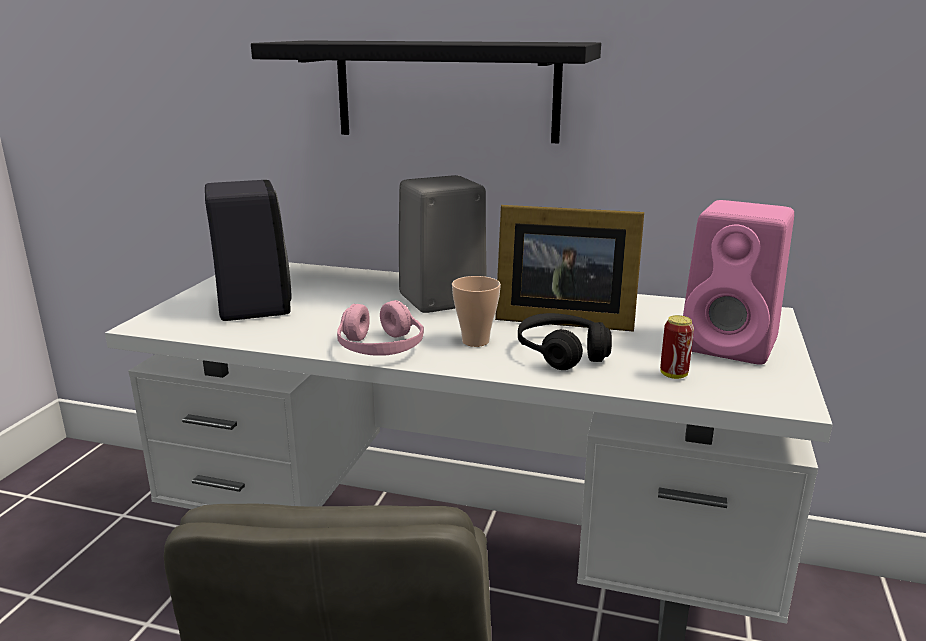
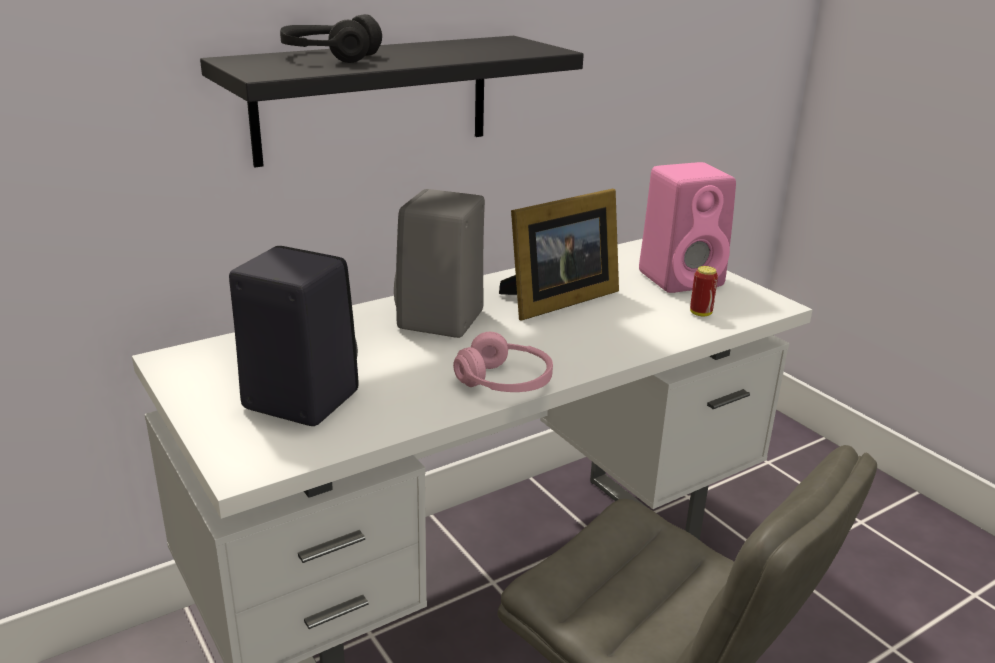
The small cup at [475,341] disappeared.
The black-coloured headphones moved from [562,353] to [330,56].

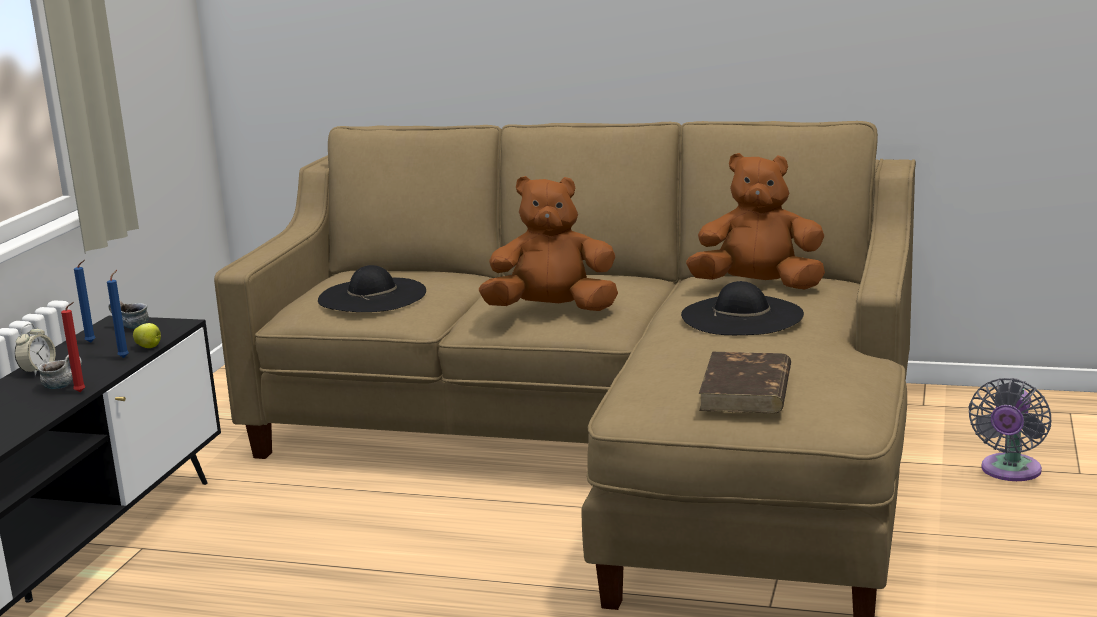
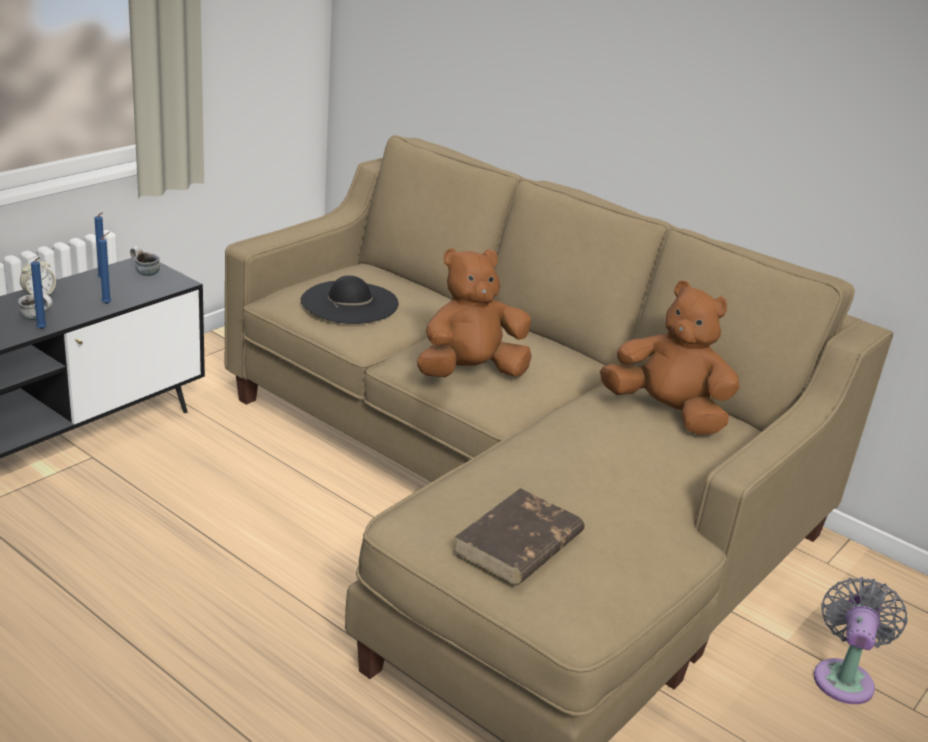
The brown cuddly toy at [552,310] turned 45 degrees counterclockwise.
The black-coloured clothing hat at [742,315] disappeared.
The red-coloured wax candle at [82,392] became the blue wax candle at [42,329].
The apple at [150,347] disappeared.
The gray cooling fan at [1009,471] turned 150 degrees clockwise.

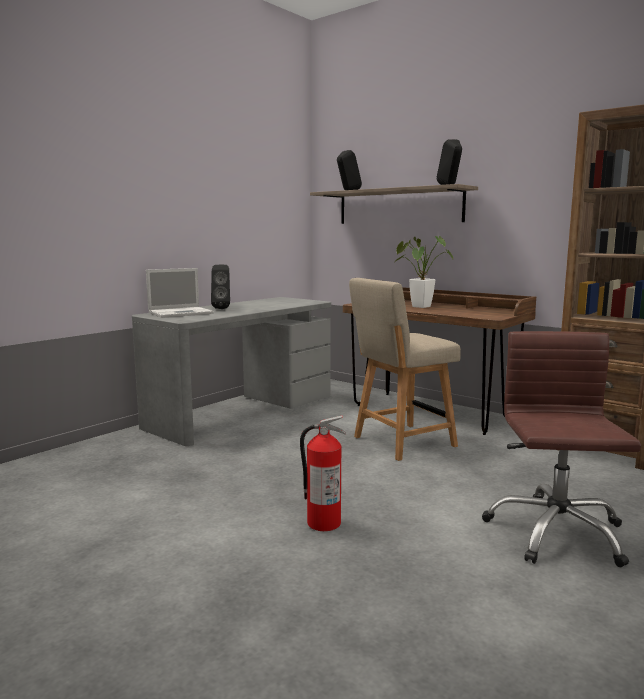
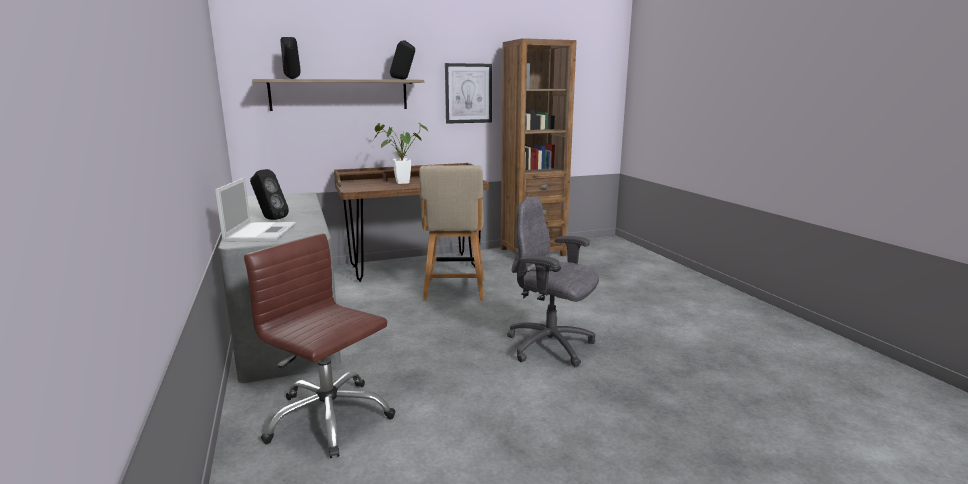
The brown office chair moved from [555,532] to [328,418].
The fire extinguisher at [323,523] was replaced by the gray office chair at [551,346].
The wall picture at [468,93] appeared.

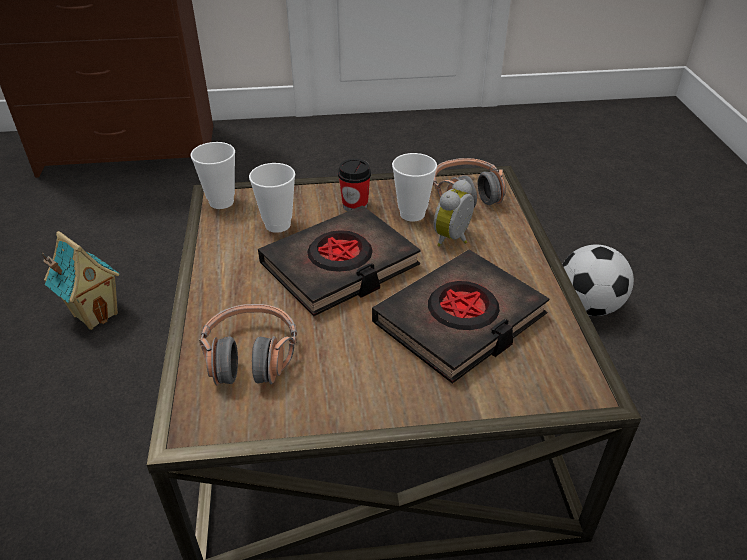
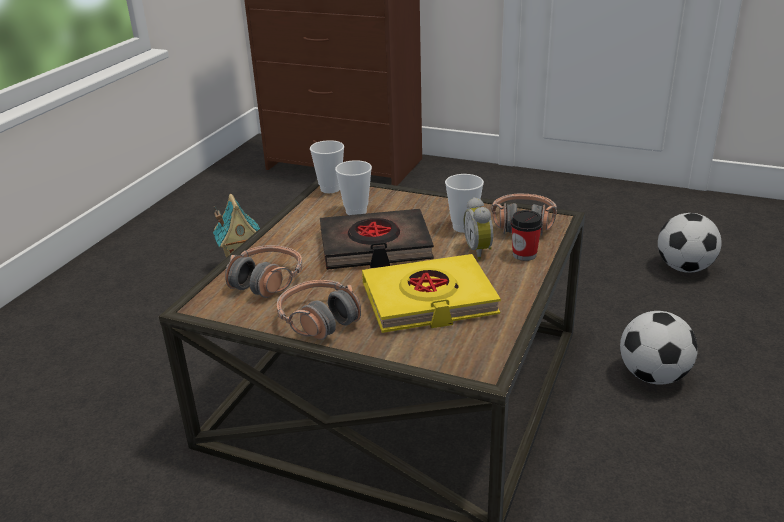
The small cup moved from [355,205] to [524,254].
The alarm clock at [454,239] turned 75 degrees counterclockwise.
The black-coloured bound book at [460,321] became the yellow-coloured bound book at [429,301].
The ball for football at [684,268] appeared.
The headphones at [319,319] appeared.

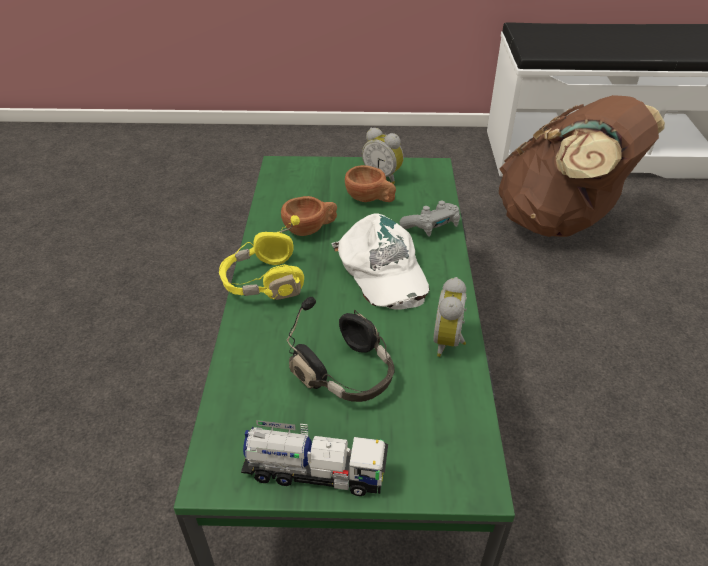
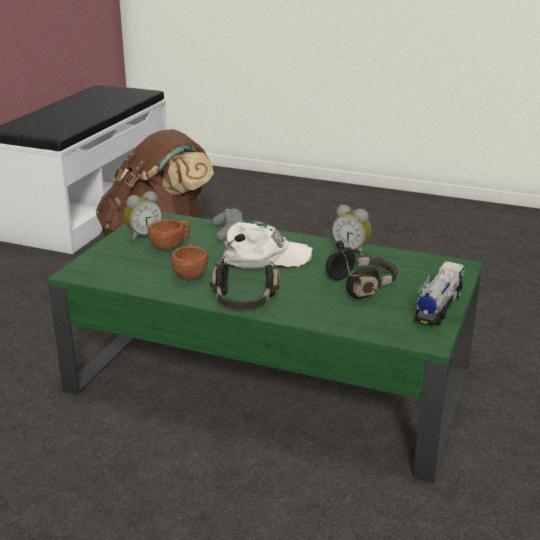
The yellow-coloured headphones at [264,282] became the black-coloured headphones at [244,301].

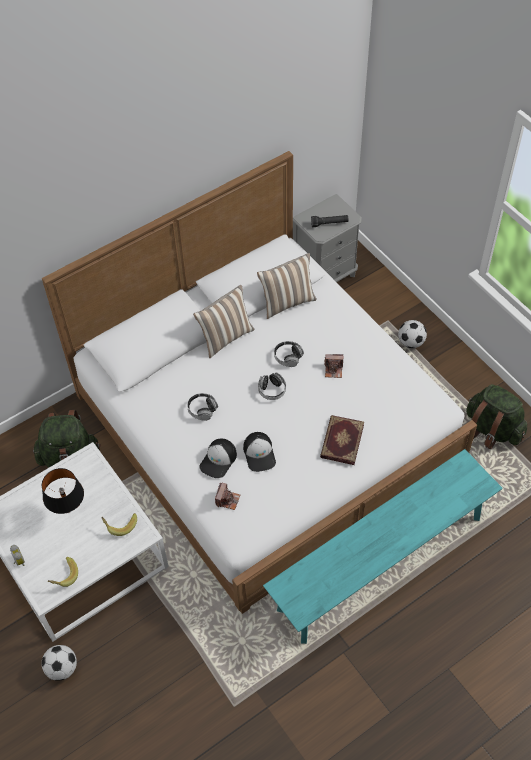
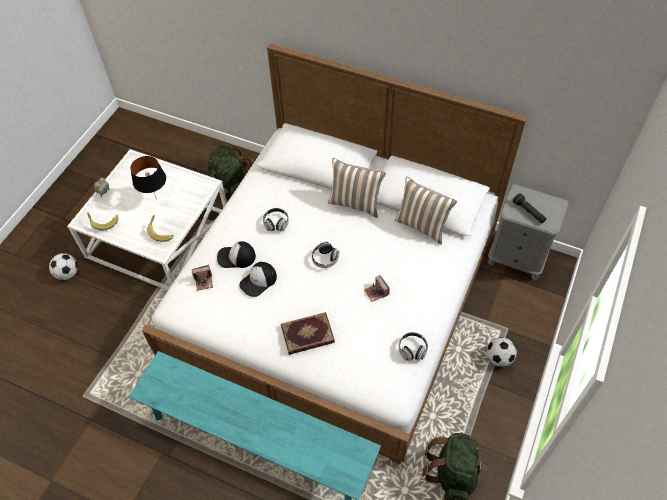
The headphones moved from [288,357] to [412,350].

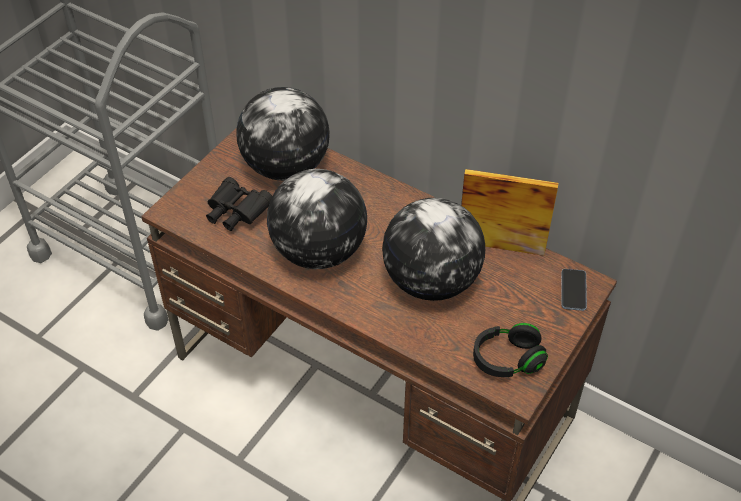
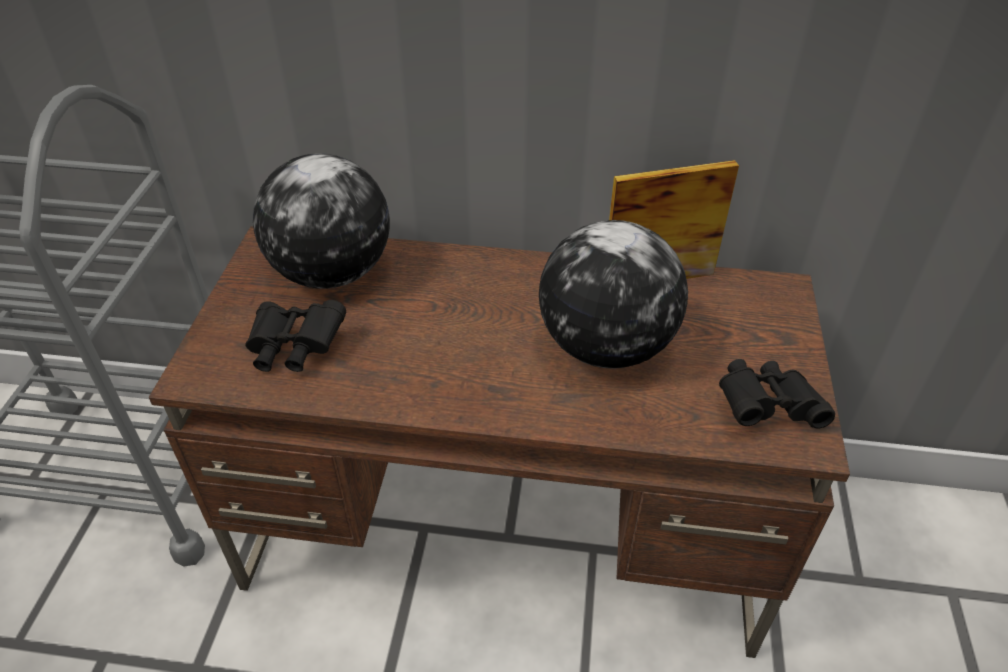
The desk globe at [318,252] disappeared.
The handset at [573,290] disappeared.
The black-coloured headphones at [507,359] was replaced by the black-coloured field glasses at [766,407].

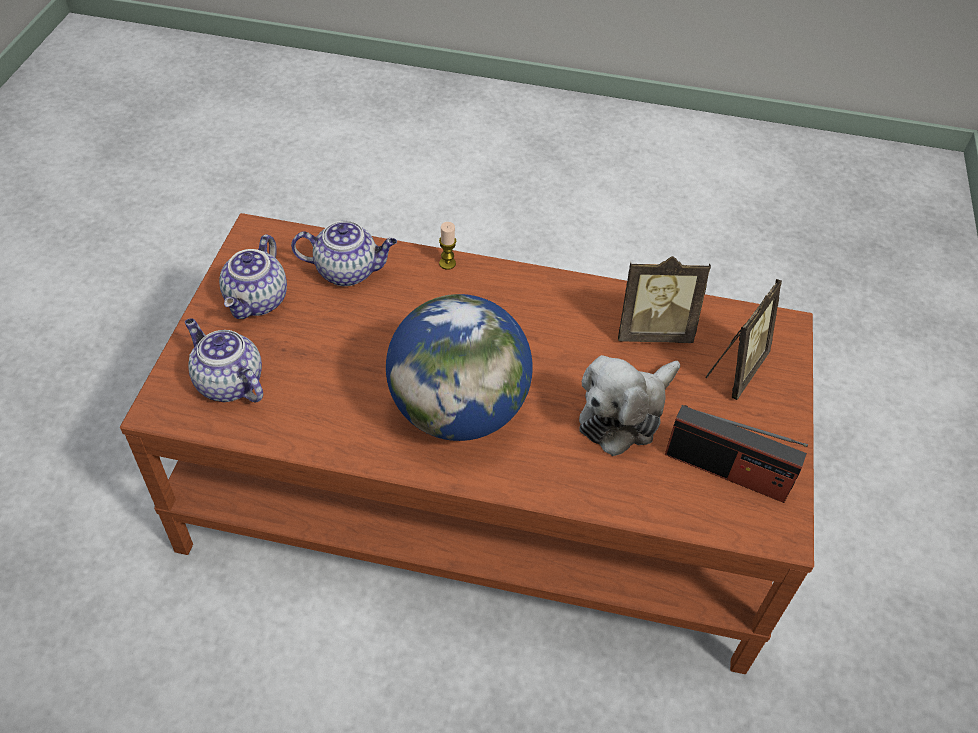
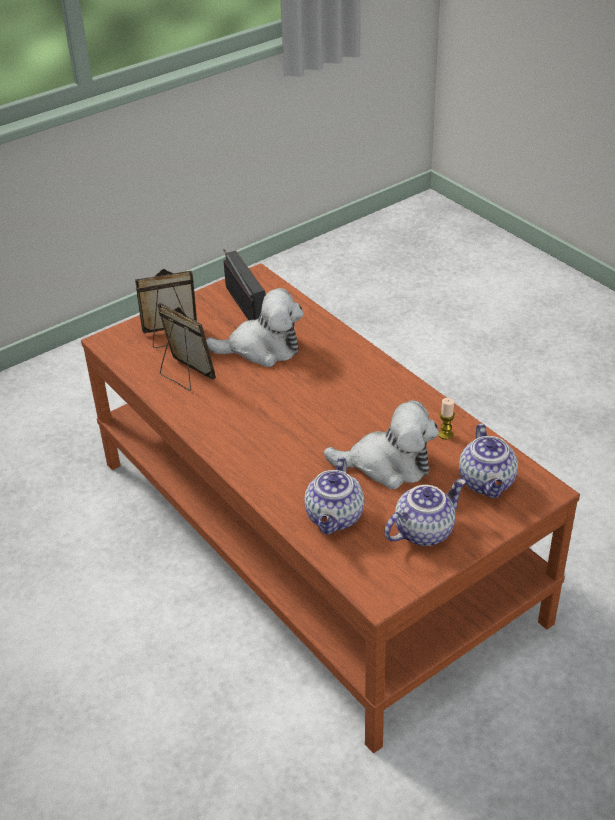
The teapot at [348,271] turned 120 degrees counterclockwise.
The wax candle moved from [447,263] to [445,434].
The desk globe at [458,411] disappeared.
The cuddly toy at [387,465] appeared.

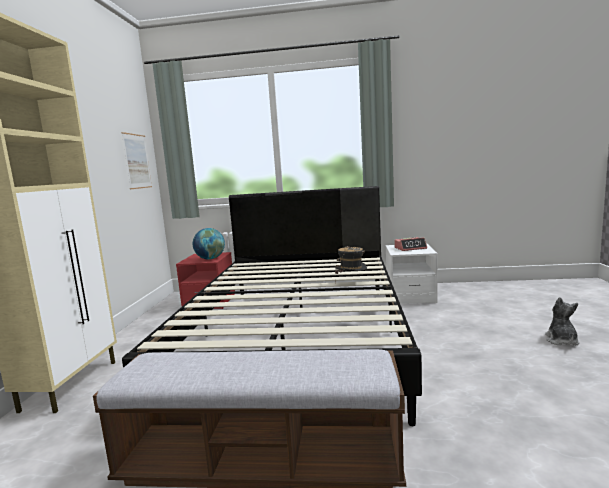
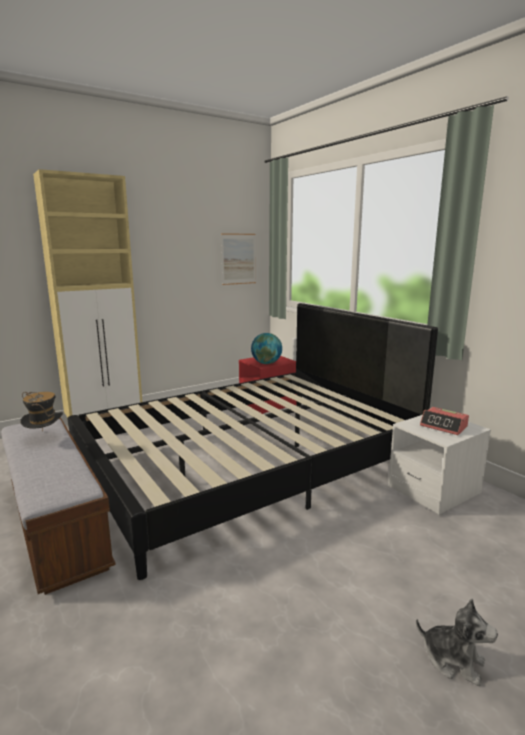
The clothing hat moved from [351,283] to [45,438].
The cuddly toy at [561,341] turned 60 degrees clockwise.

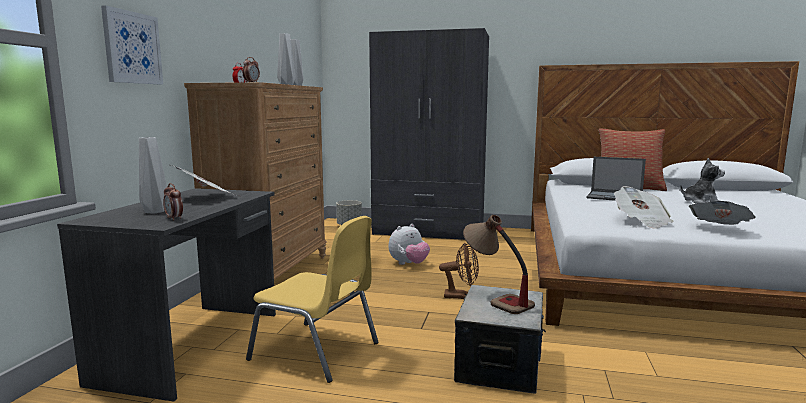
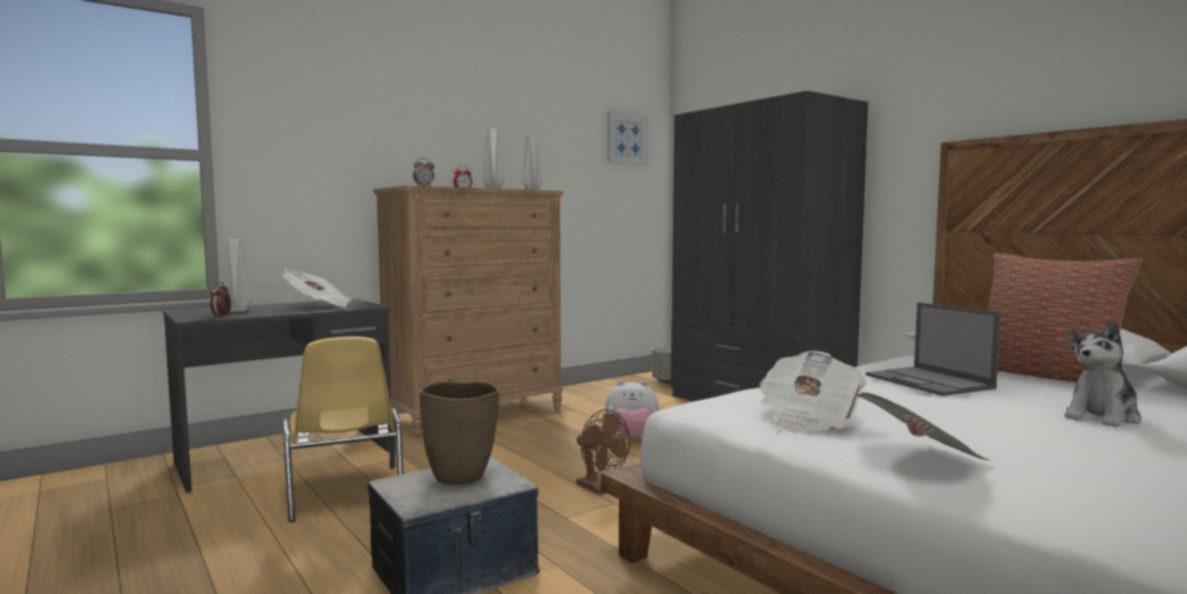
The wall picture moved from [132,48] to [626,138].
The cuddly toy at [700,201] turned 105 degrees clockwise.
The lamp for a table at [495,299] was replaced by the brown flower vase at [461,477].

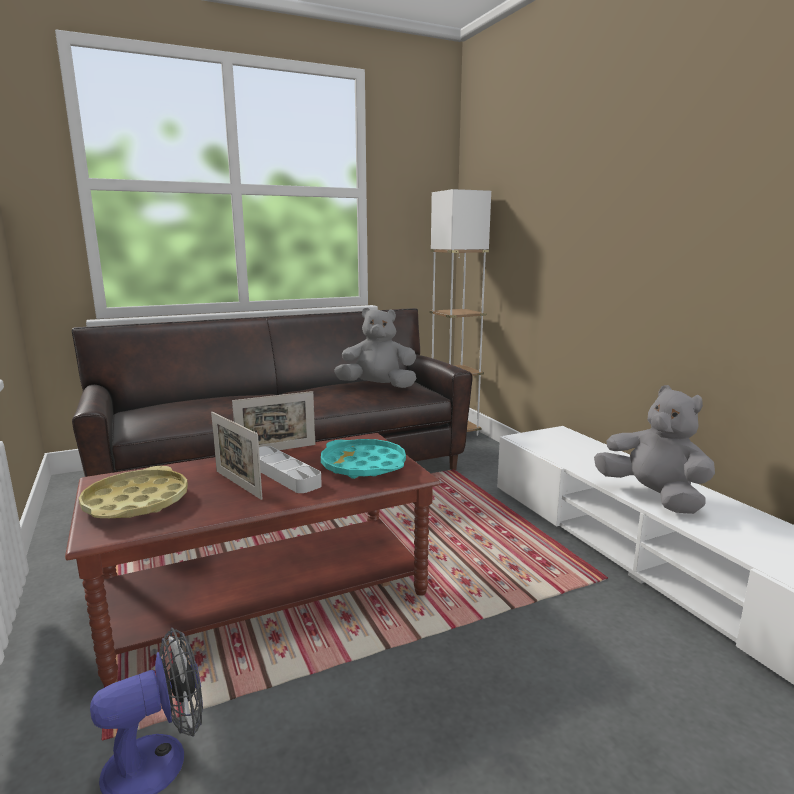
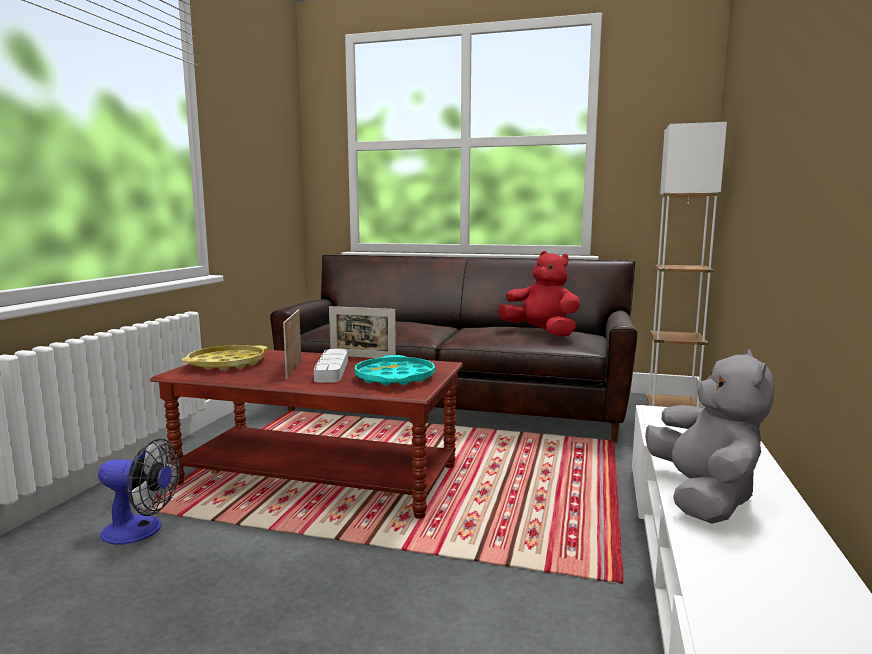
The gray cuddly toy at [378,387] became the red-coloured cuddly toy at [541,333].

